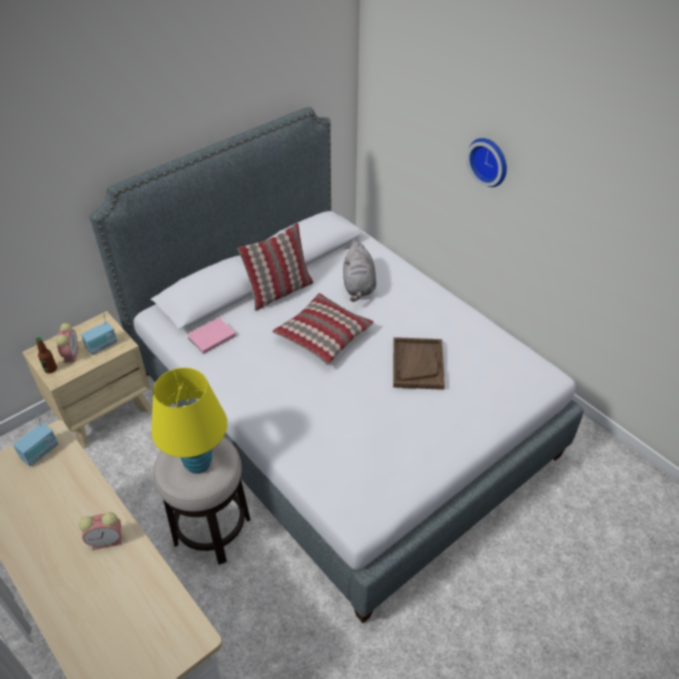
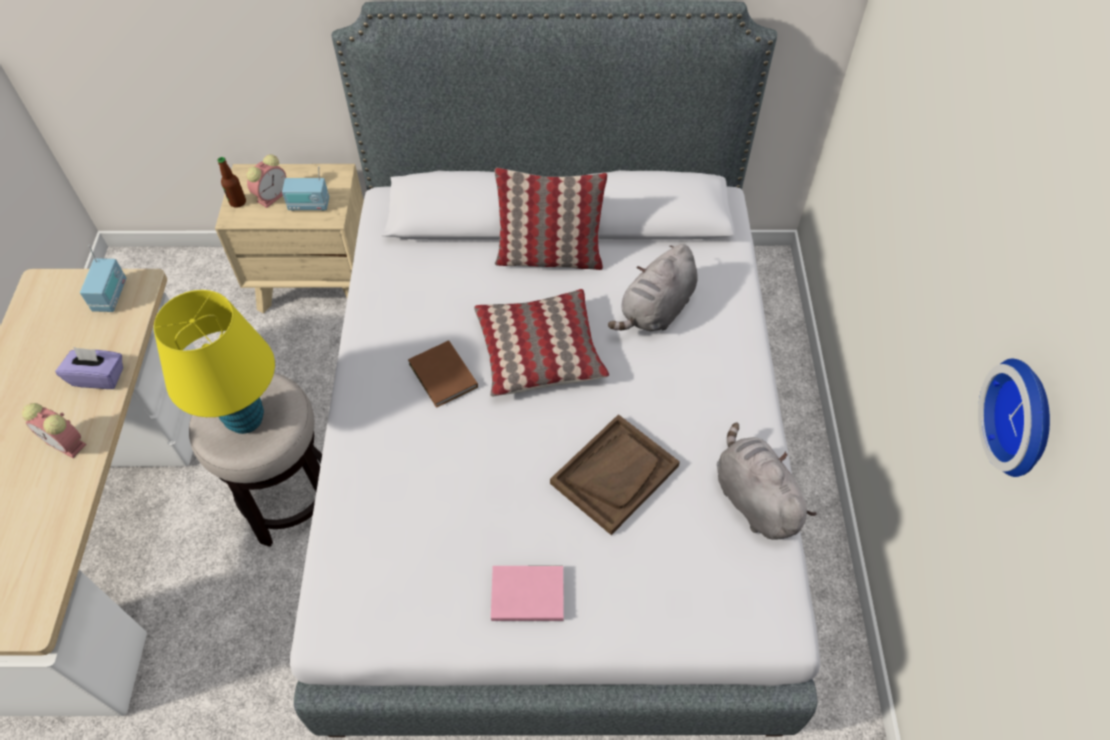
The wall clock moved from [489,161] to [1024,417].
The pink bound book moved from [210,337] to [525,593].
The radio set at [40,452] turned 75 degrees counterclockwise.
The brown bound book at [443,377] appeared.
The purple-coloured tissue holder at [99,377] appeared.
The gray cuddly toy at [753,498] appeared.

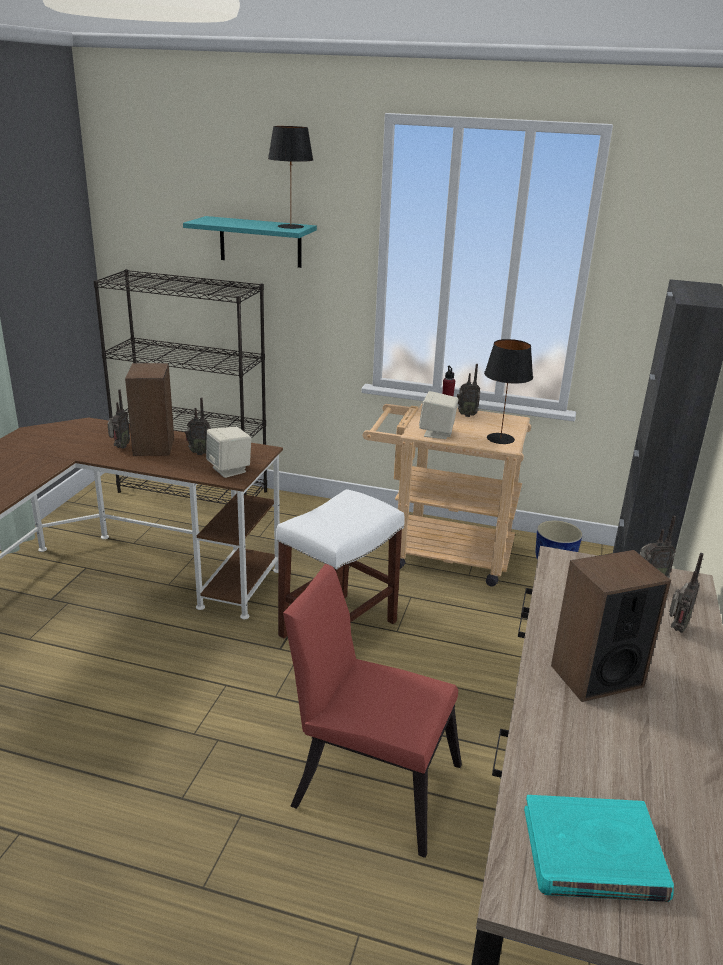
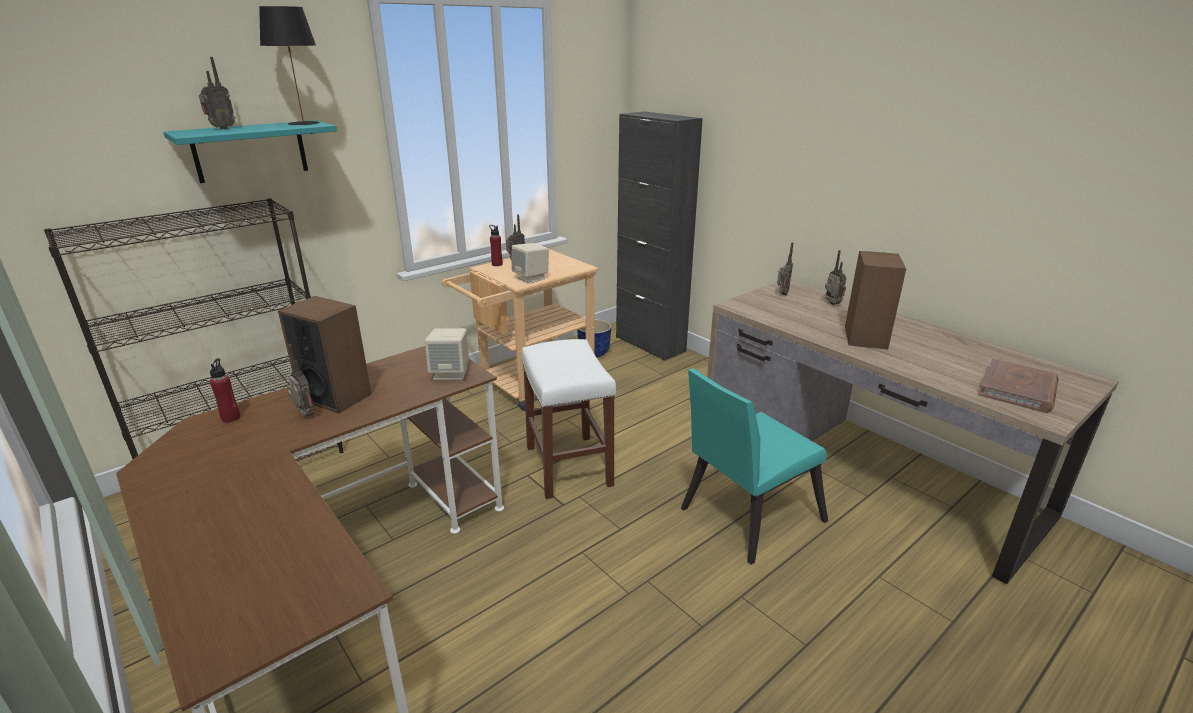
The black-coloured lamp for a table at [500,438] disappeared.
The radio set moved from [199,453] to [221,128].
The red-coloured plain chair at [368,780] became the turquoise plain chair at [744,517].
The turquoise bound book at [593,854] became the brown bound book at [1018,389].
The red-coloured beverage bottle at [231,418] appeared.

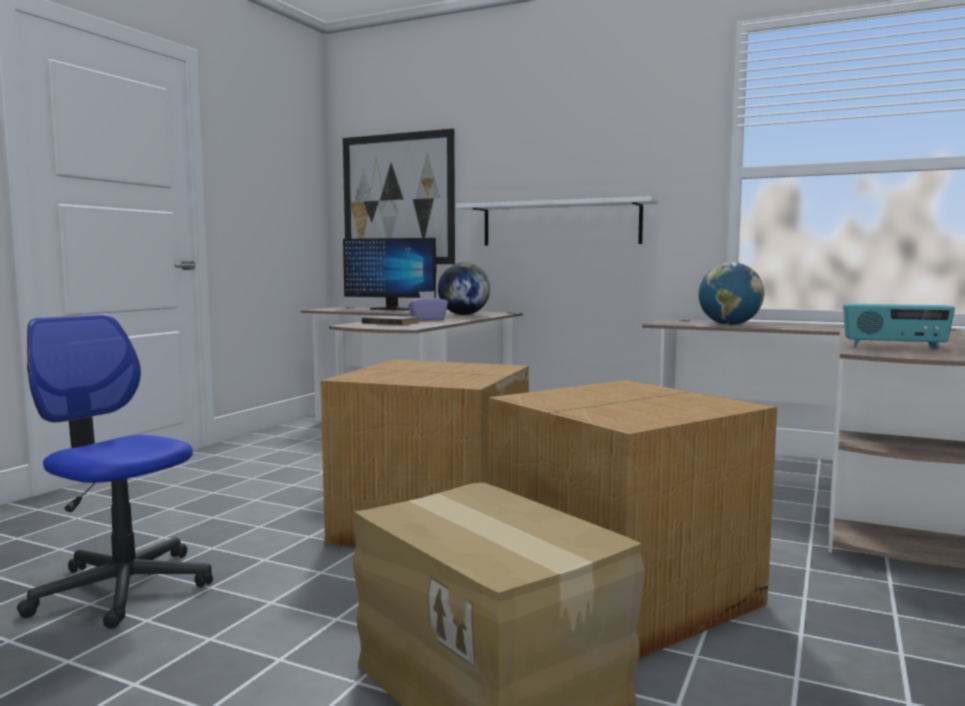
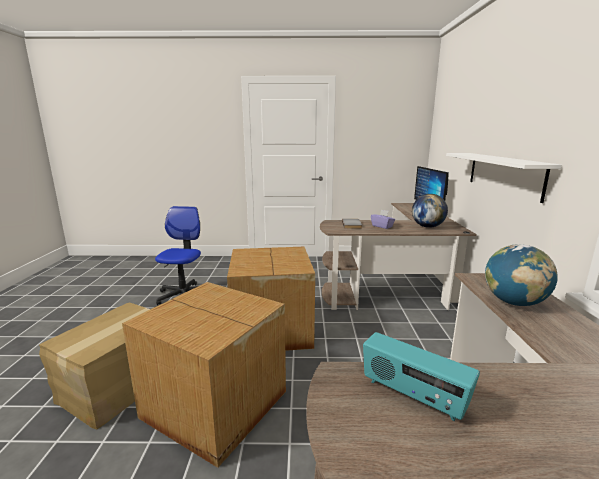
The wall picture at [398,199] disappeared.
The radio set at [894,346] turned 45 degrees counterclockwise.

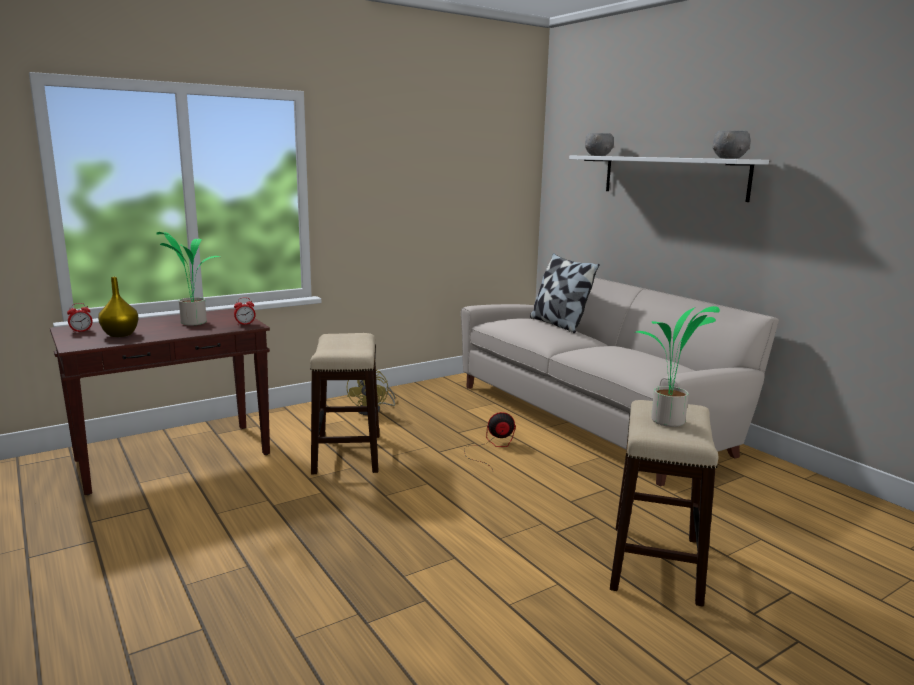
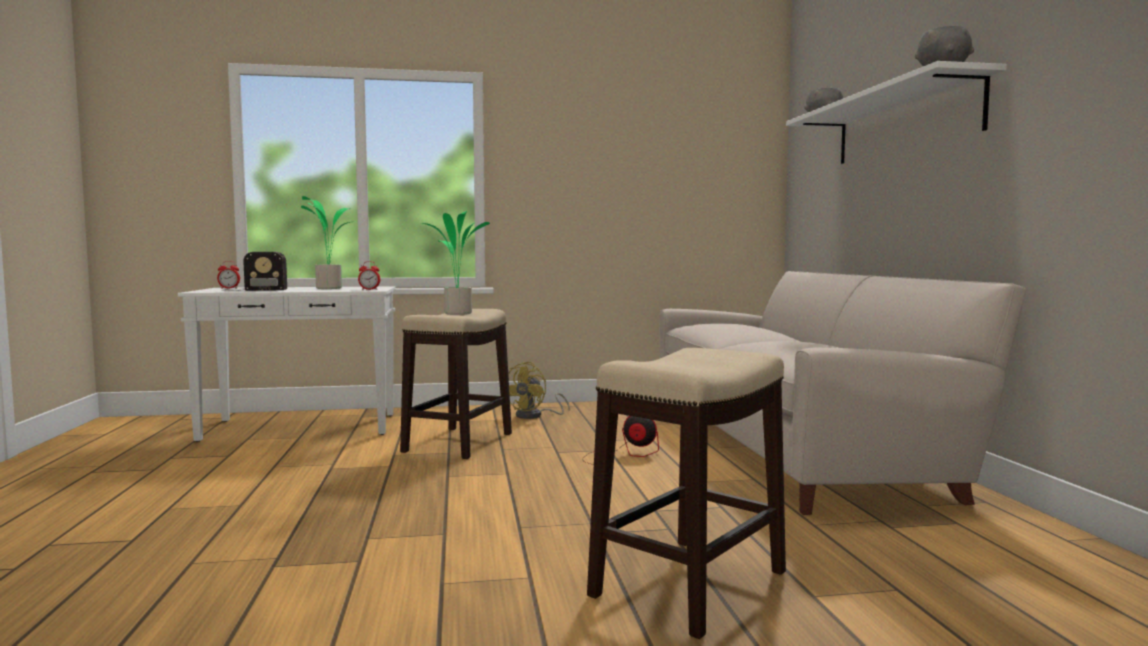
The throw pillow at [559,324] disappeared.
The yellow-coloured flower vase at [121,334] was replaced by the radio set at [252,289].
The potted plant moved from [668,422] to [457,314].
The brown narrow table at [175,457] became the white narrow table at [303,427].

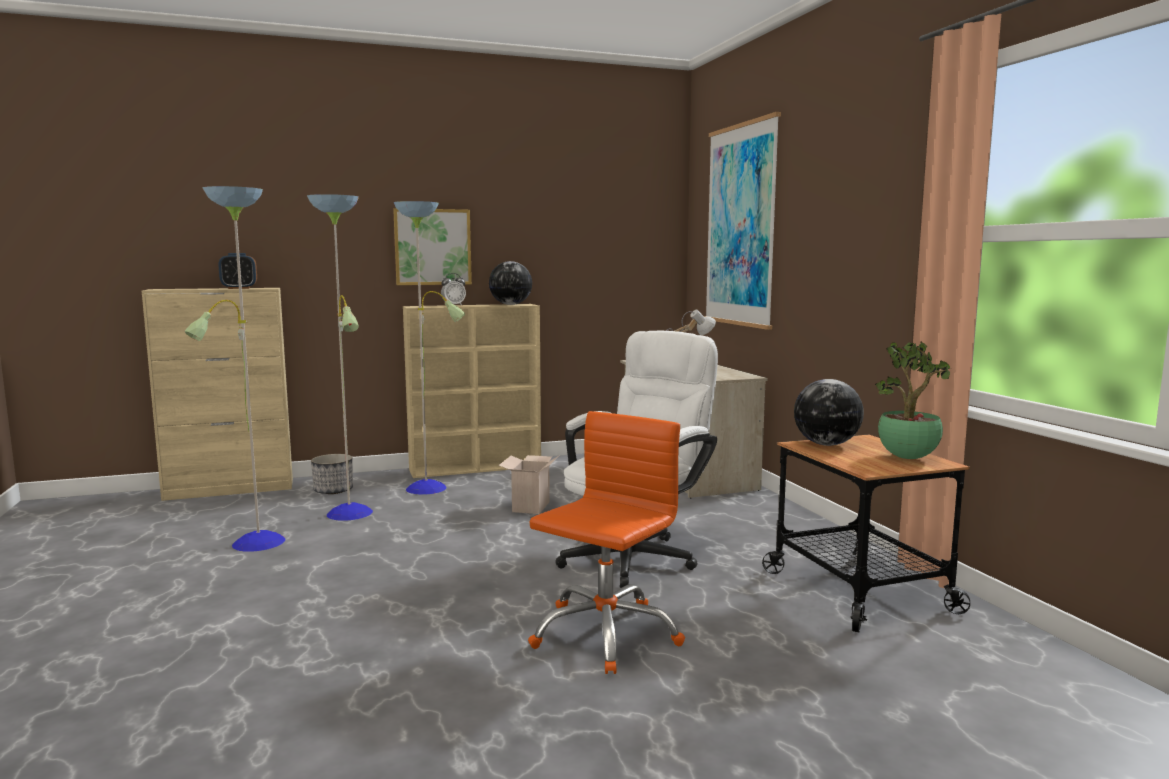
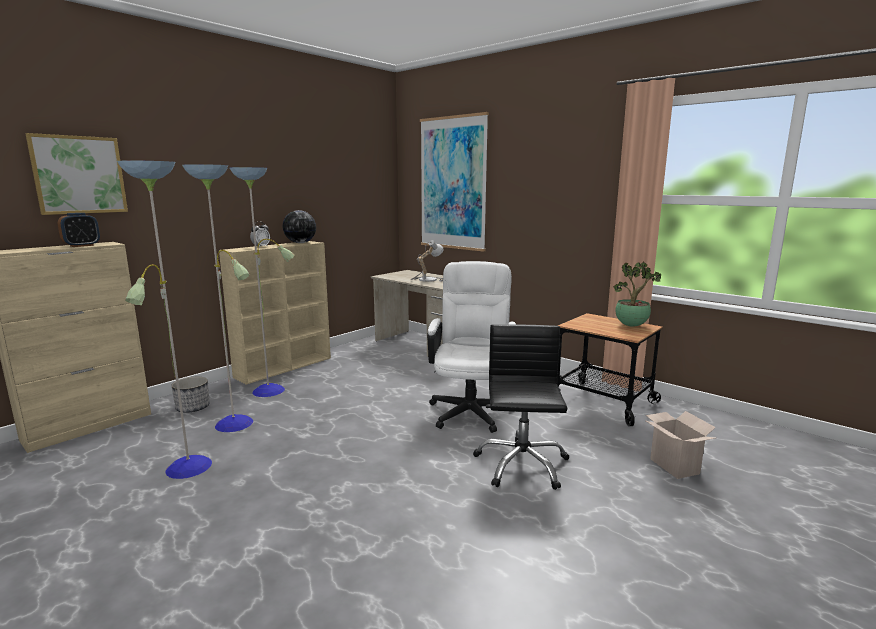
The wall picture moved from [432,247] to [79,175].
The desk globe at [827,444] disappeared.
The orange office chair at [605,633] became the black-coloured office chair at [521,464].
The packing box moved from [530,506] to [672,466].

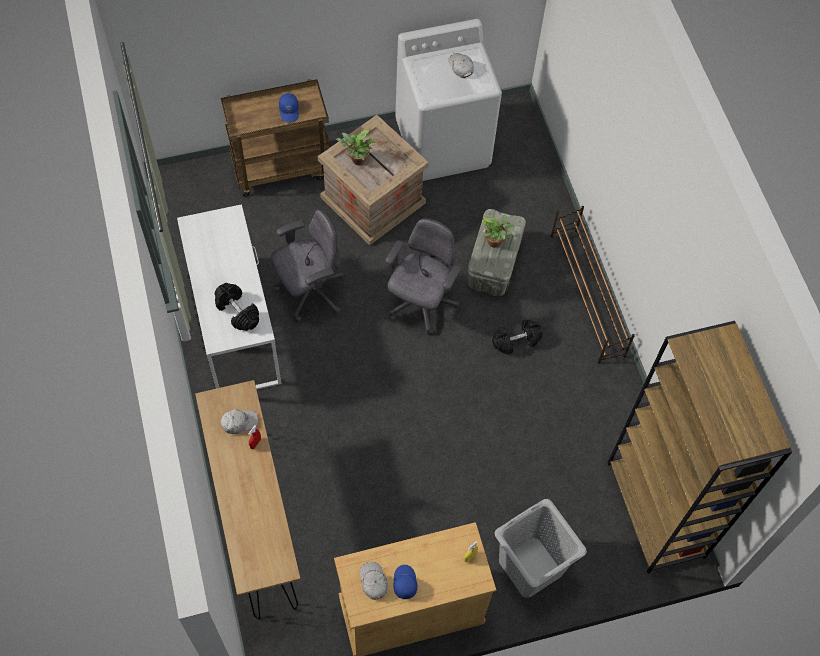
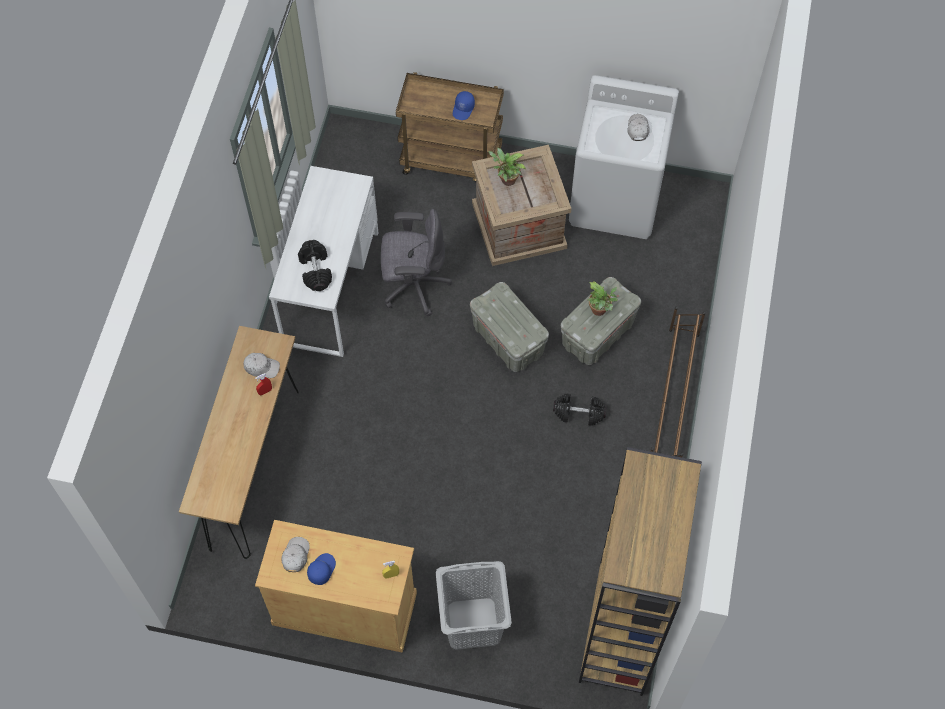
The gray office chair at [420,304] was replaced by the gray storage box at [508,340].

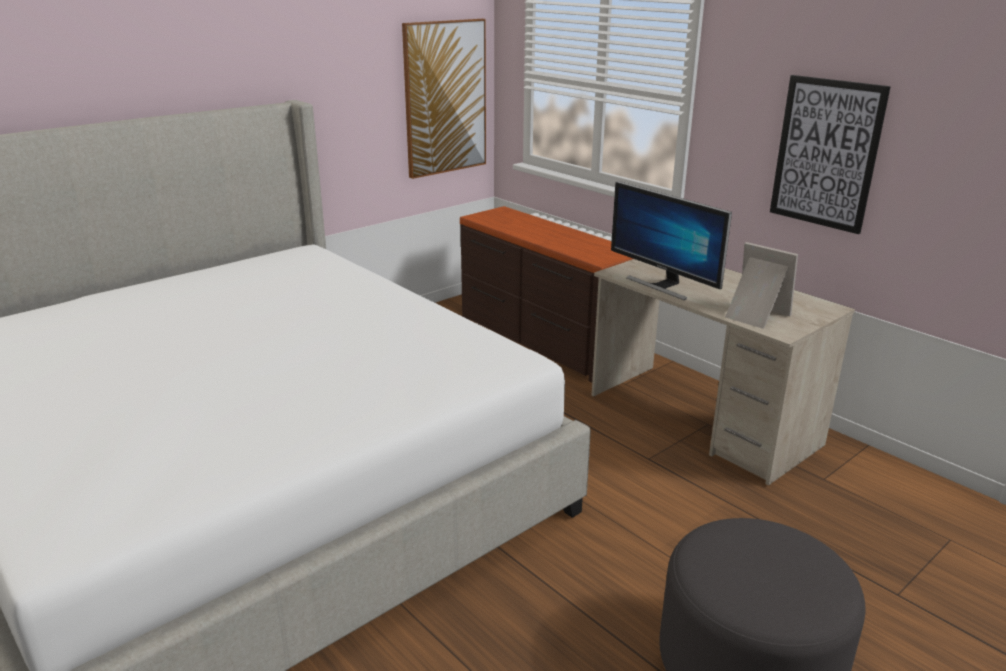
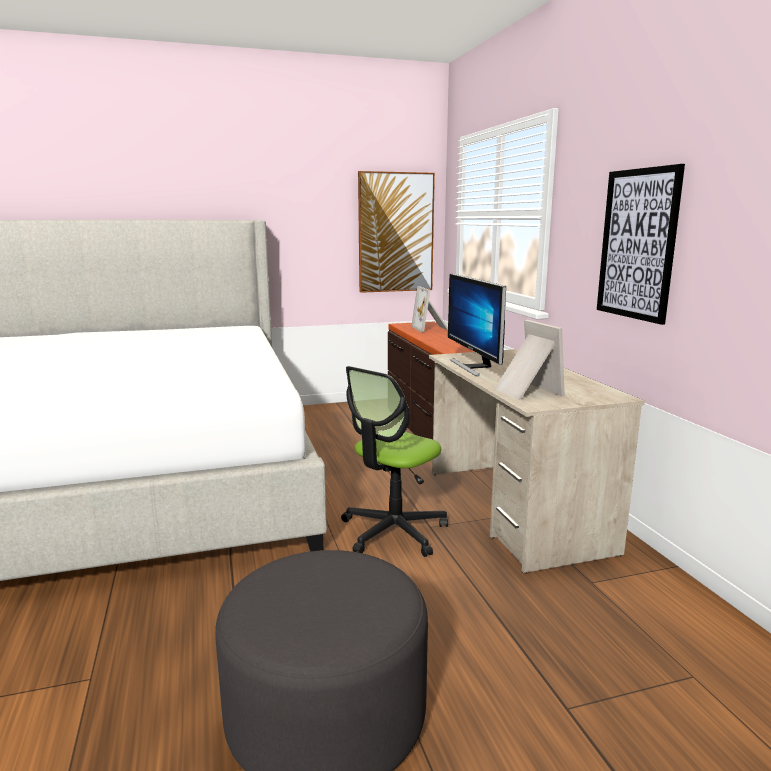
The photo frame at [431,329] appeared.
The office chair at [393,531] appeared.

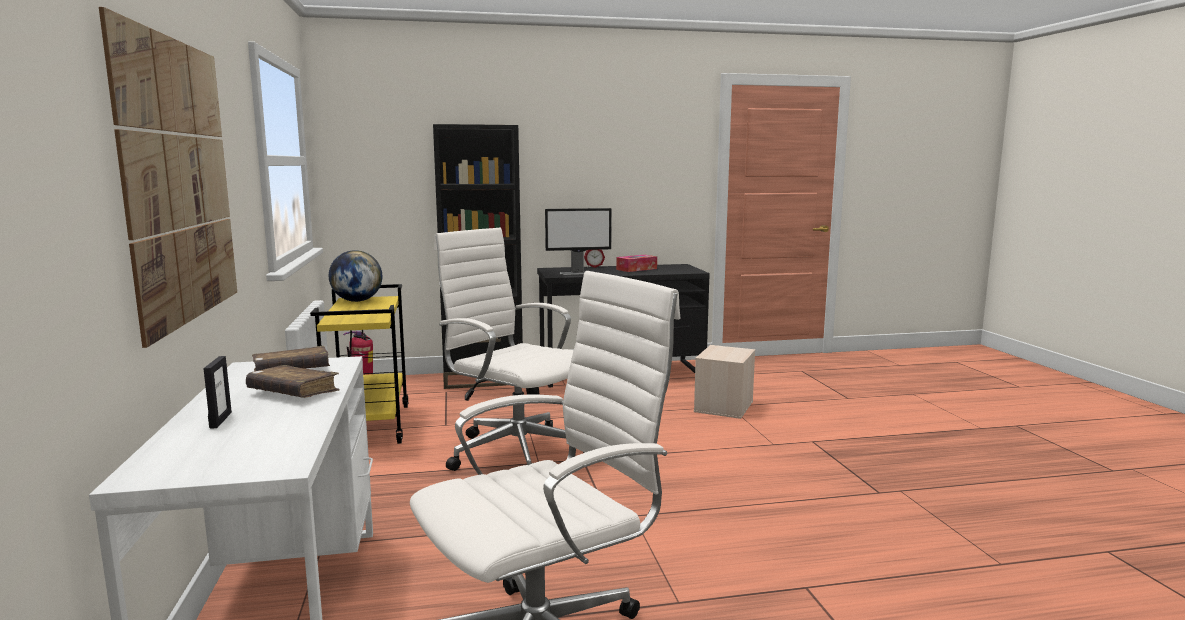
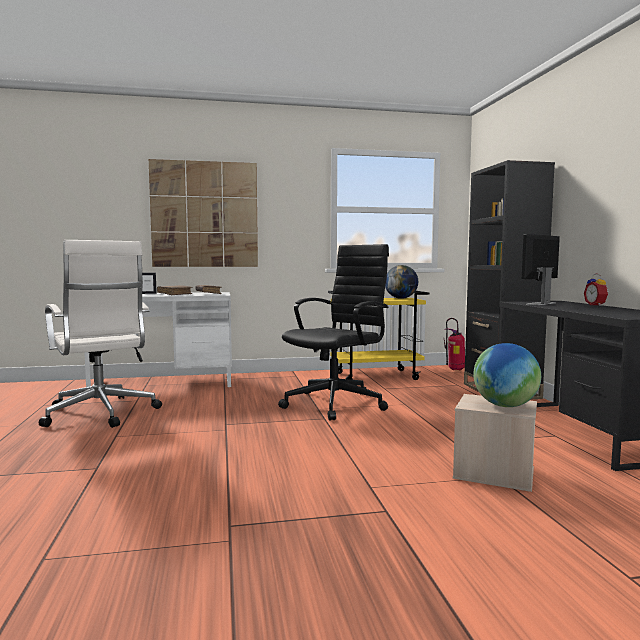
The monitor at [578,273] turned 60 degrees clockwise.
The white office chair at [515,452] became the black-coloured office chair at [337,403].
The tissue holder at [636,269] disappeared.
The desk globe at [505,406] appeared.

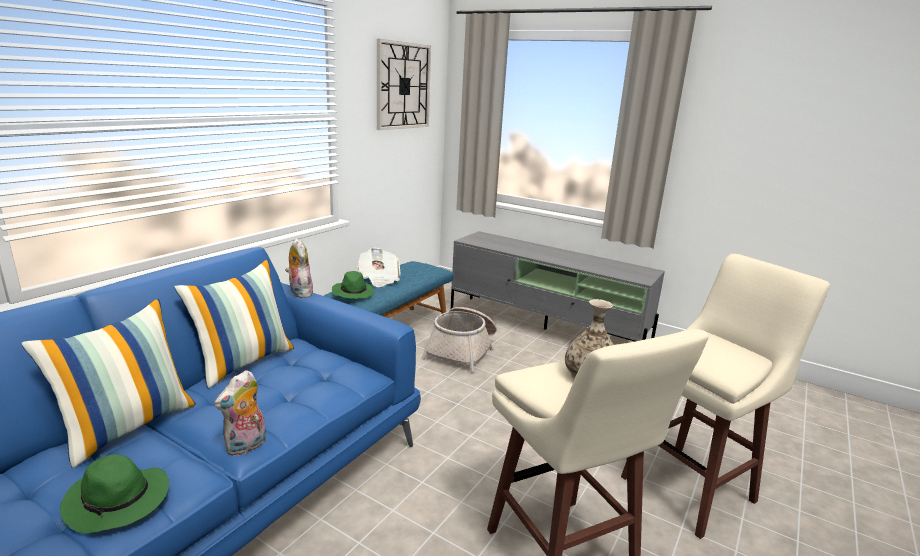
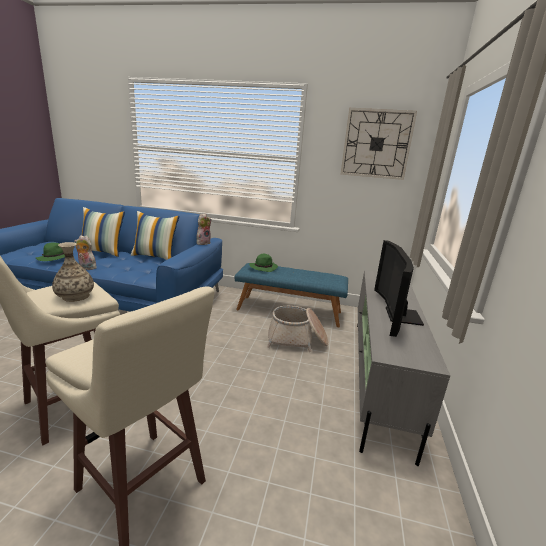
The newspaper at [379,279] disappeared.
The TV set at [397,315] appeared.

